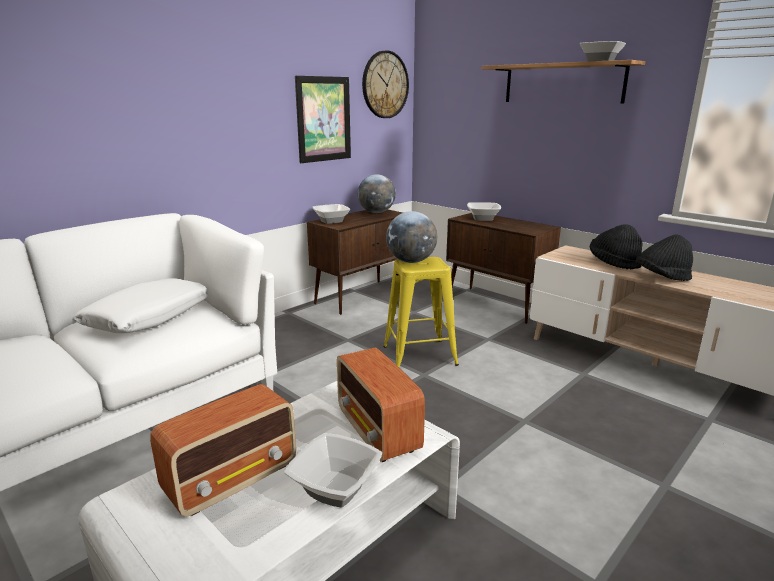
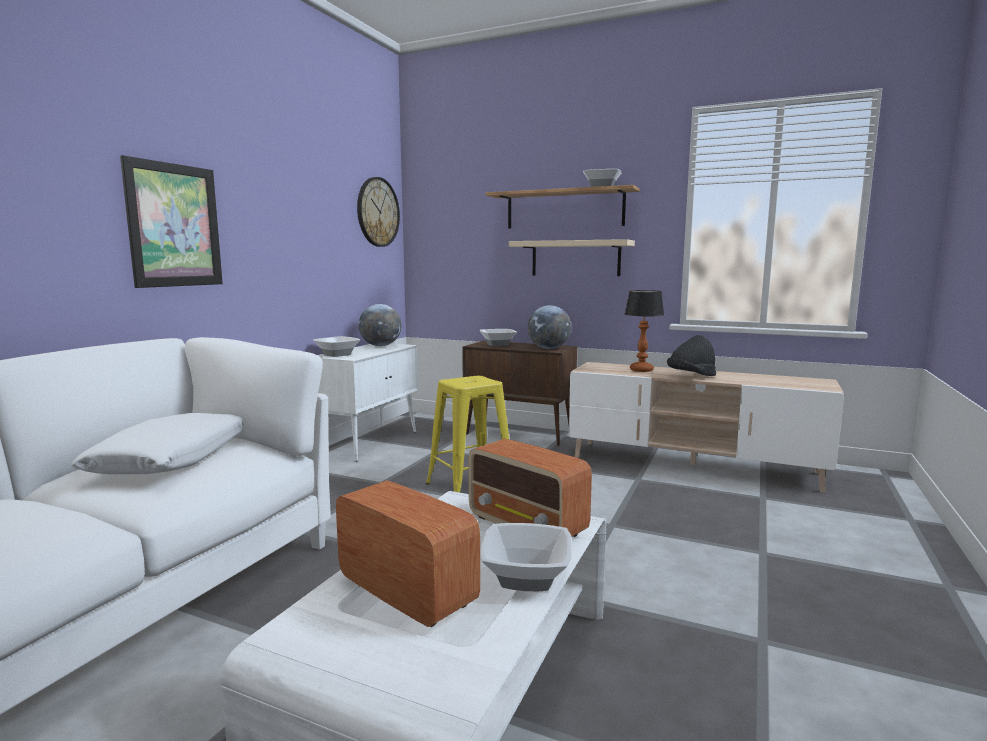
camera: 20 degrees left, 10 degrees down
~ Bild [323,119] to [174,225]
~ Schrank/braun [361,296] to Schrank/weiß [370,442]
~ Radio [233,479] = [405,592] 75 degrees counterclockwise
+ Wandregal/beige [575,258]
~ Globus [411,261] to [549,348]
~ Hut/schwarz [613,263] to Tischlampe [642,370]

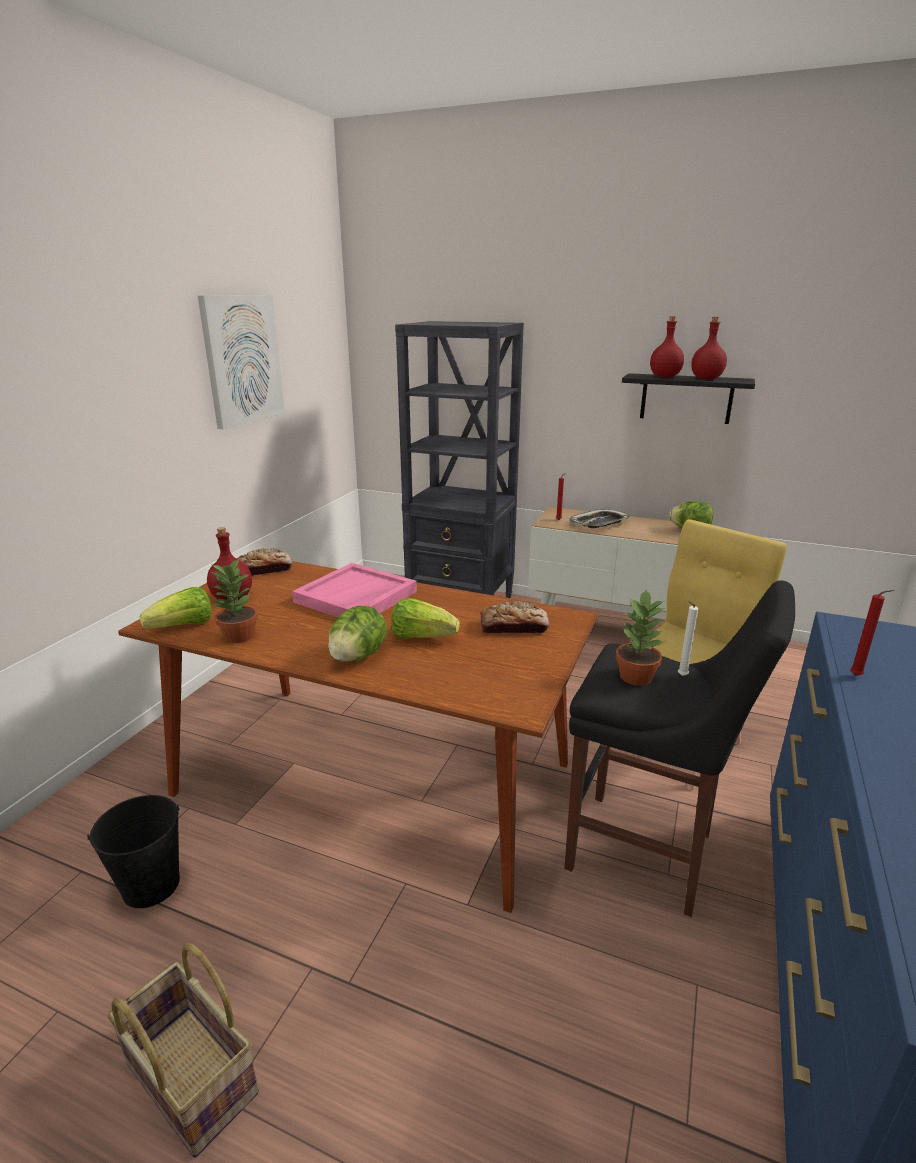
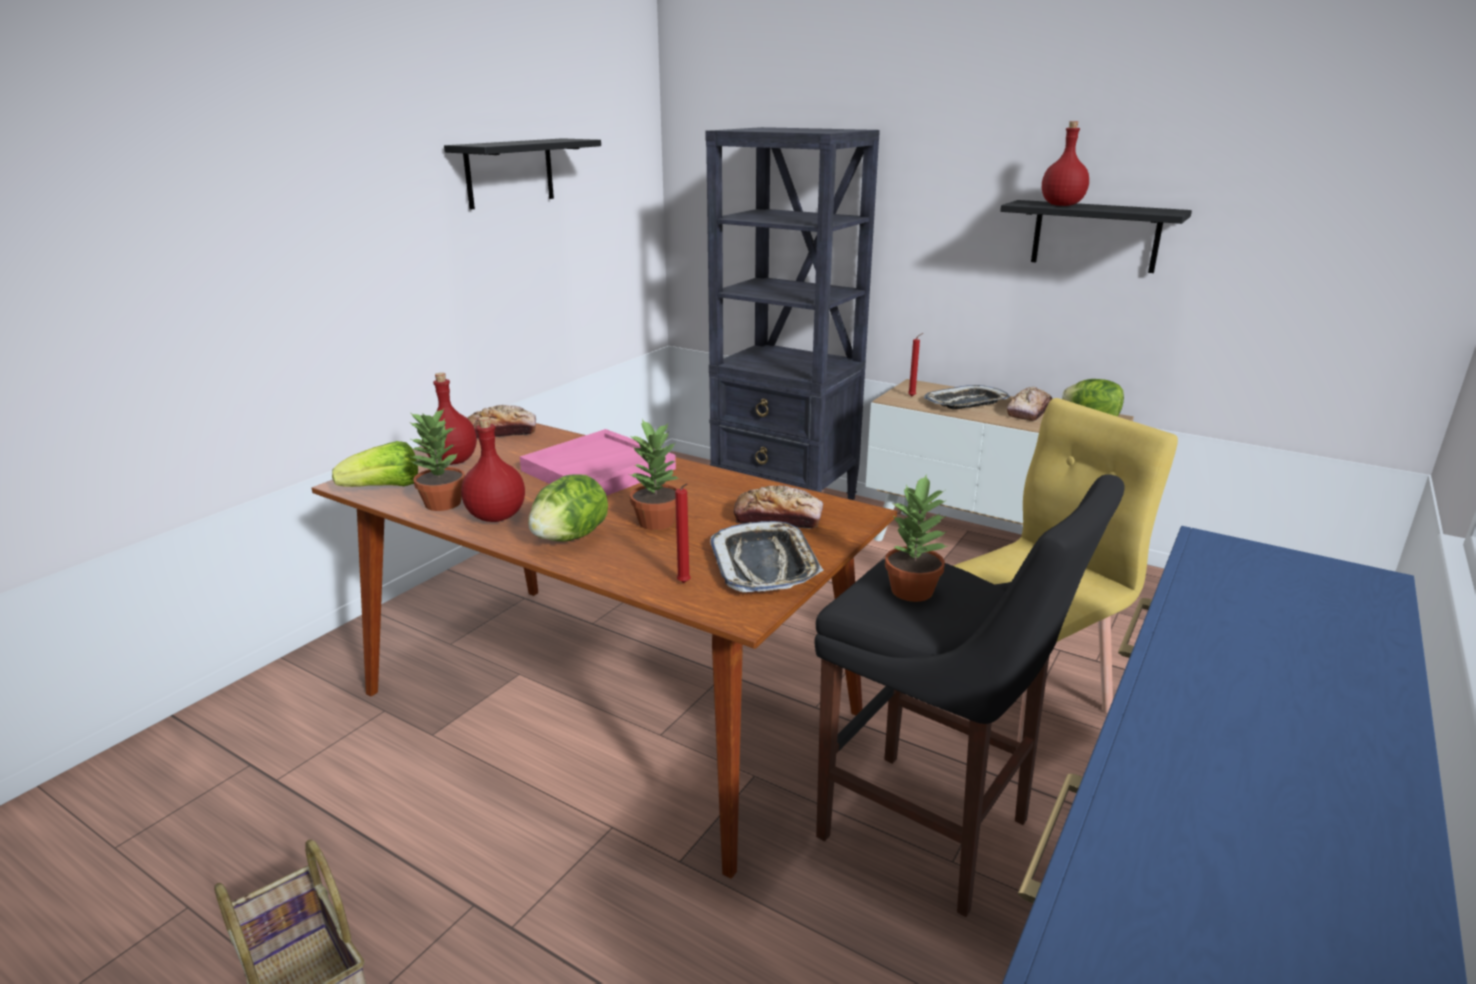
camera: 10 degrees right, 0 degrees up
~ Bild [242,360] to Wandregal/schwarz [510,173]
~ Flasche/rot [705,379] to [496,516]
~ Salatkopf [421,637] to Topfpflanze [657,521]
~ Kerze/rot [857,676] to [684,584]
+ Tablett [765,565]
+ Brot [1029,412]
- Eimer/schwarz [151,885]
- Kerze/weiß [681,676]

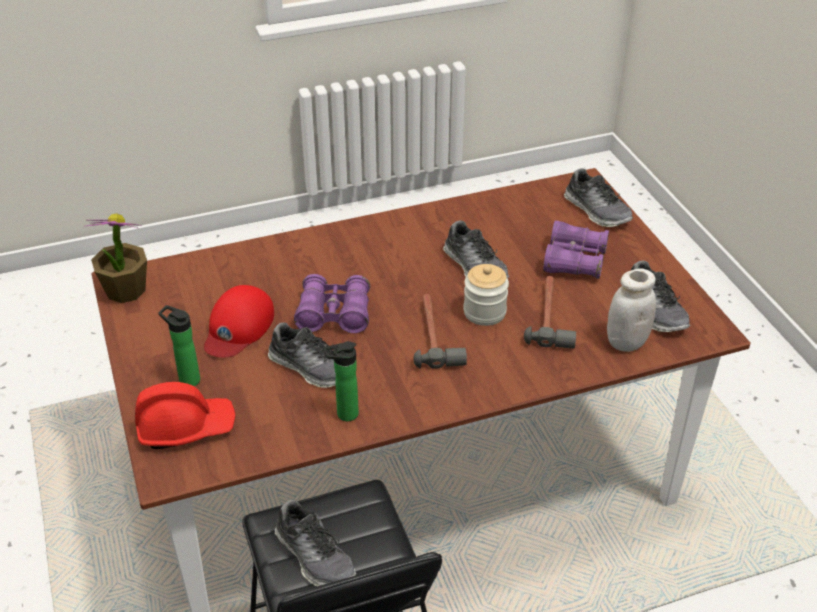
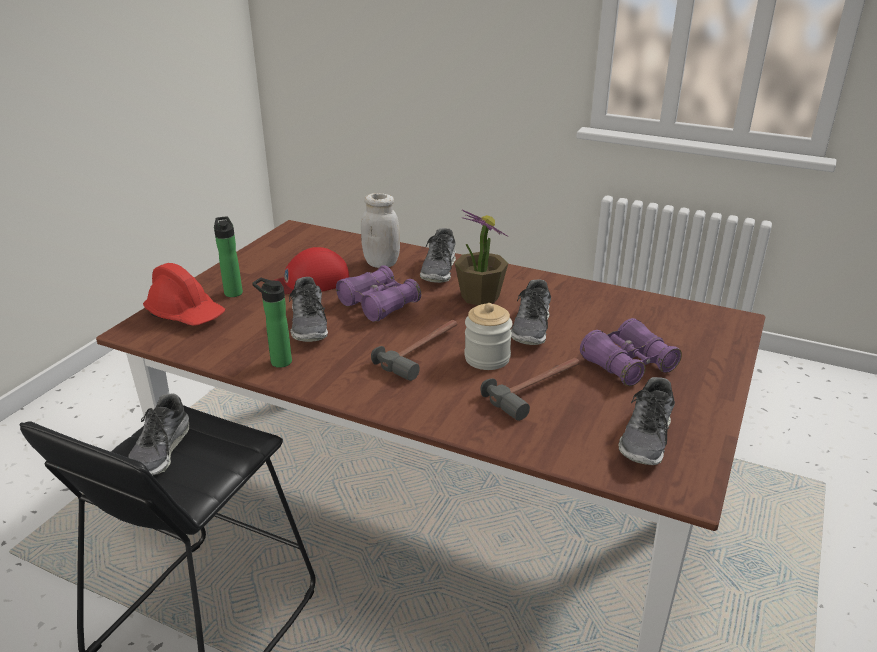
camera: 45 degrees right, 10 degrees down
~ Vorratsglas/weiß [626,342] to [381,263]
~ Schuh [597,211] to [439,269]
~ Topfpflanze [125,290] to [479,296]

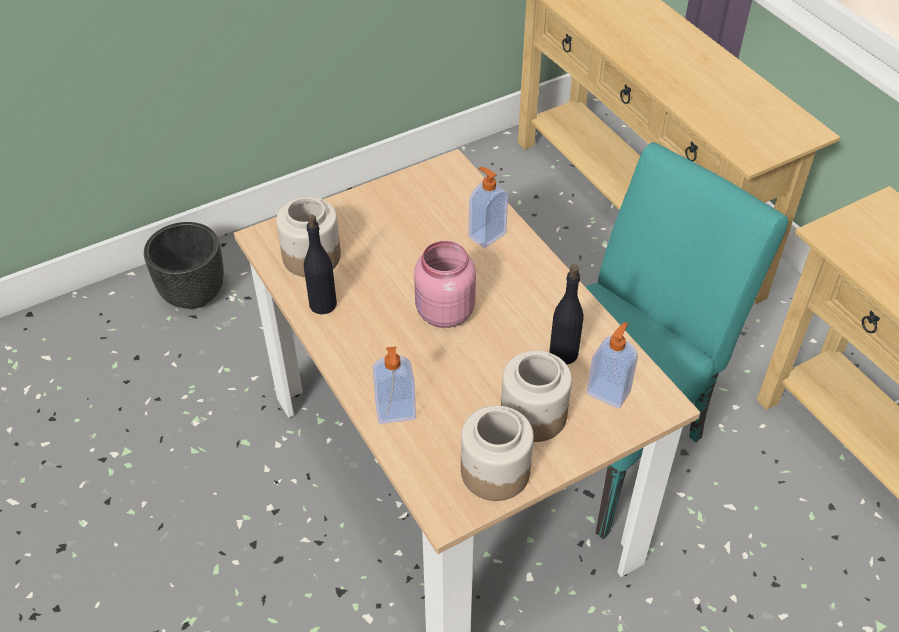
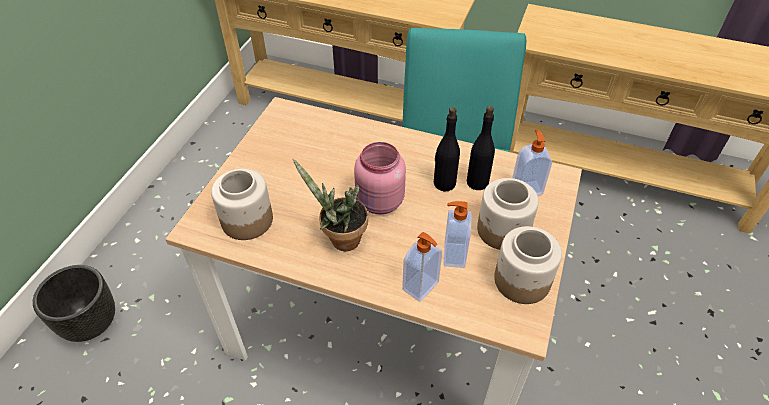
camera: 40 degrees left, 0 degrees up
+ Topfpflanze [340,240]
~ Flasche/schwarz [322,304] to [444,183]
~ Seifenspender [486,235] to [453,255]

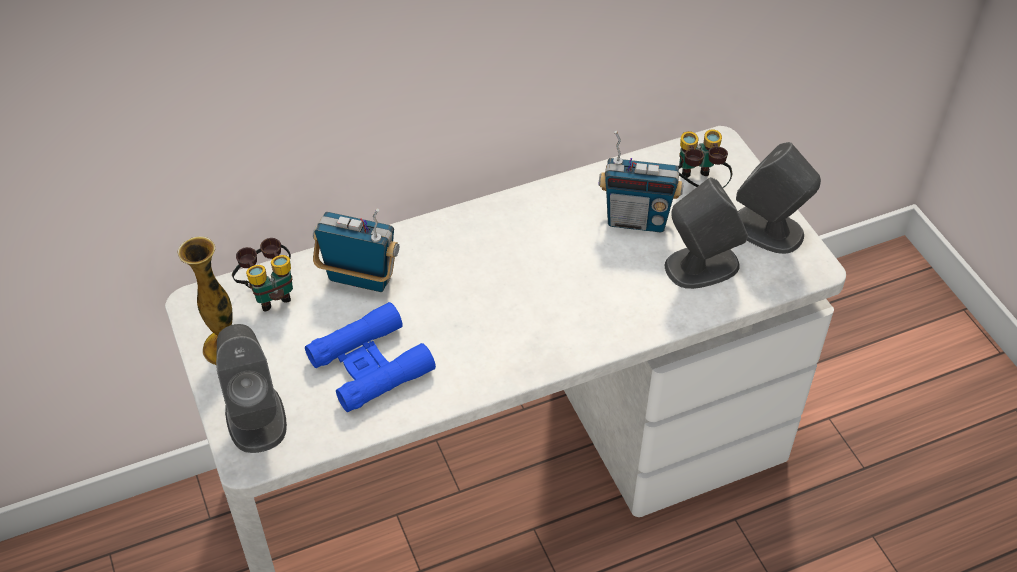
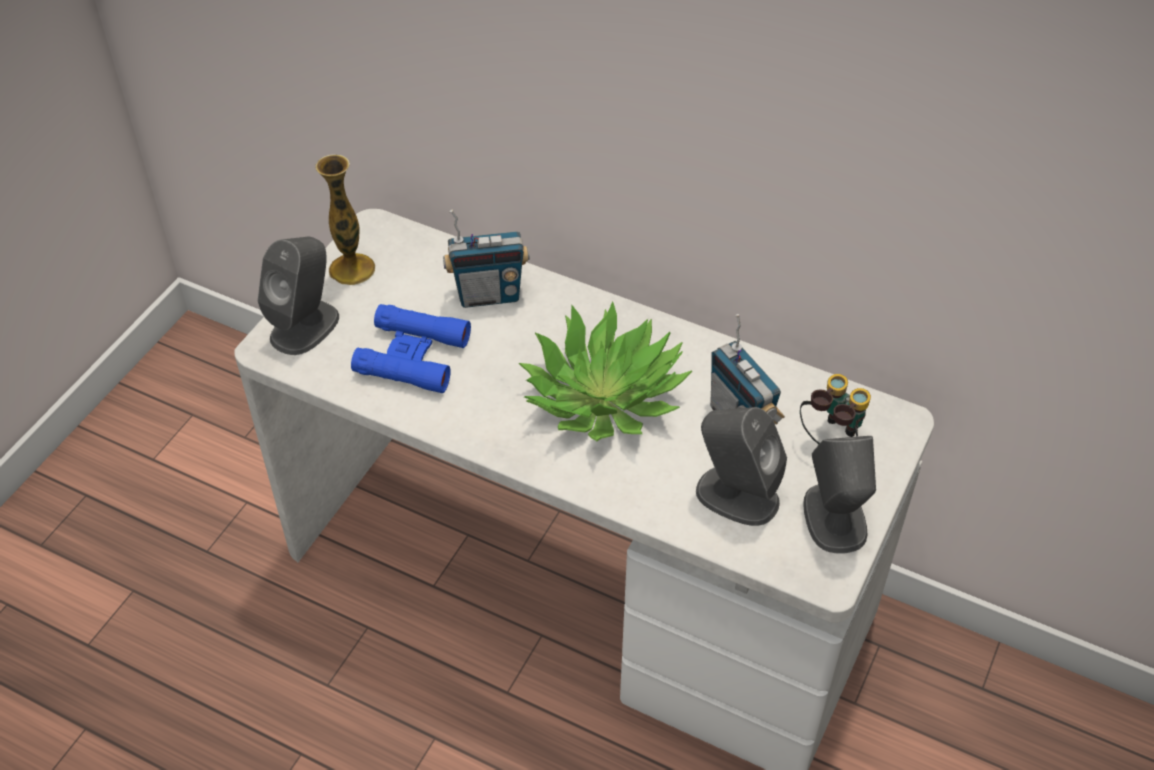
camera: 50 degrees right, 0 degrees up
~ Radio [360,279] = [488,295] 105 degrees clockwise
+ Topfpflanze [603,395]
- Fernglas [270,293]

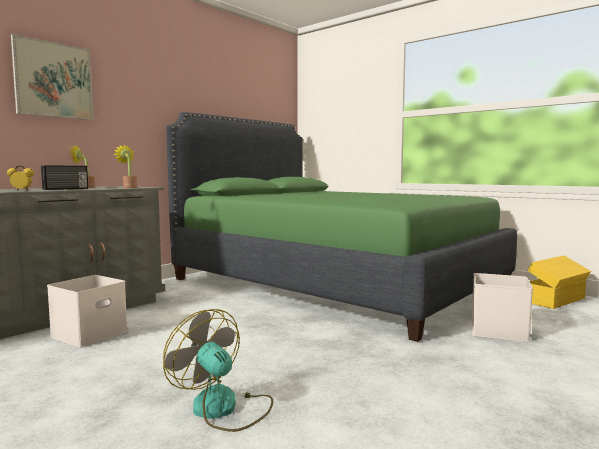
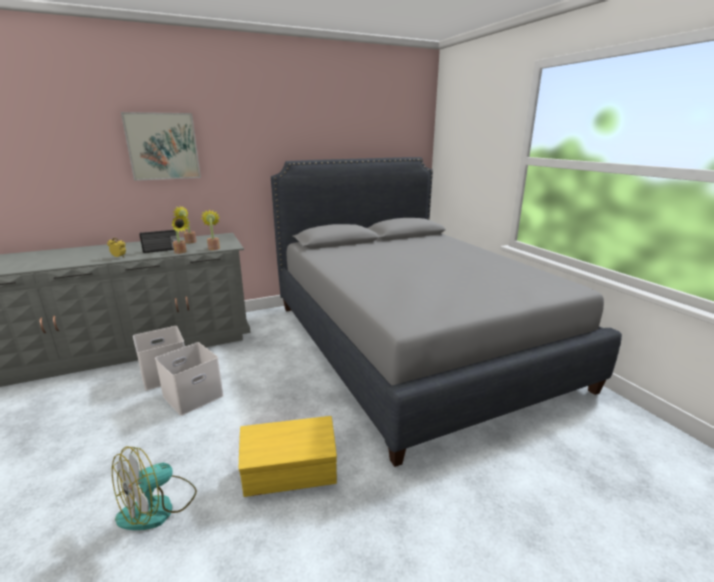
camera: 25 degrees right, 15 degrees up
~ Ventilator [223,409] = [158,506] 120 degrees counterclockwise
~ Aufbewahrungsbox/weiß [497,329] to [193,395]
+ Topfpflanze [181,252]
~ Aufbewahrungsbox/gelb [555,300] to [291,475]
~ Bett/grün [335,282] to Bett/grau [412,342]

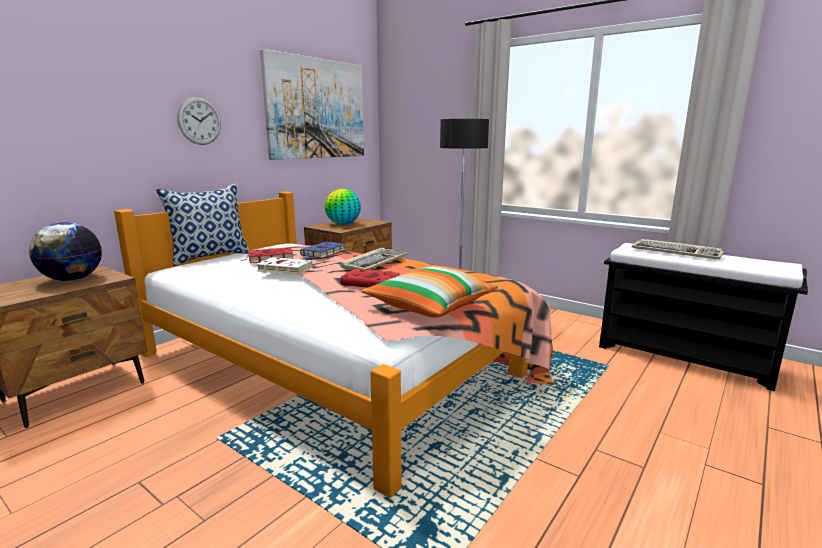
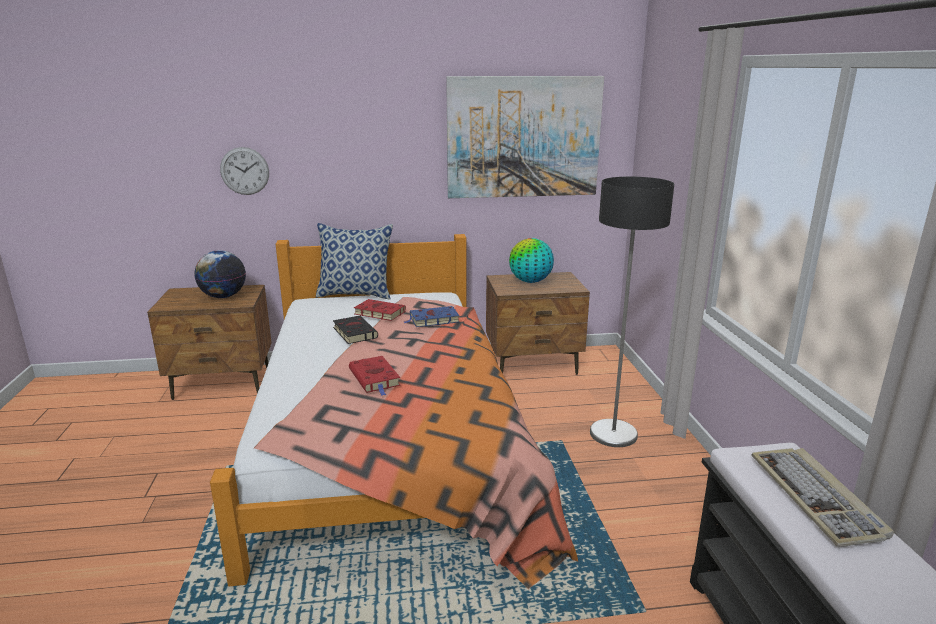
camera: 45 degrees right, 5 degrees up
~ Wanduhr [199,121] to [244,171]
~ Buch/weiß [283,269] to Buch/schwarz [354,332]
- Tastatur [374,262]
- Kissen [430,306]

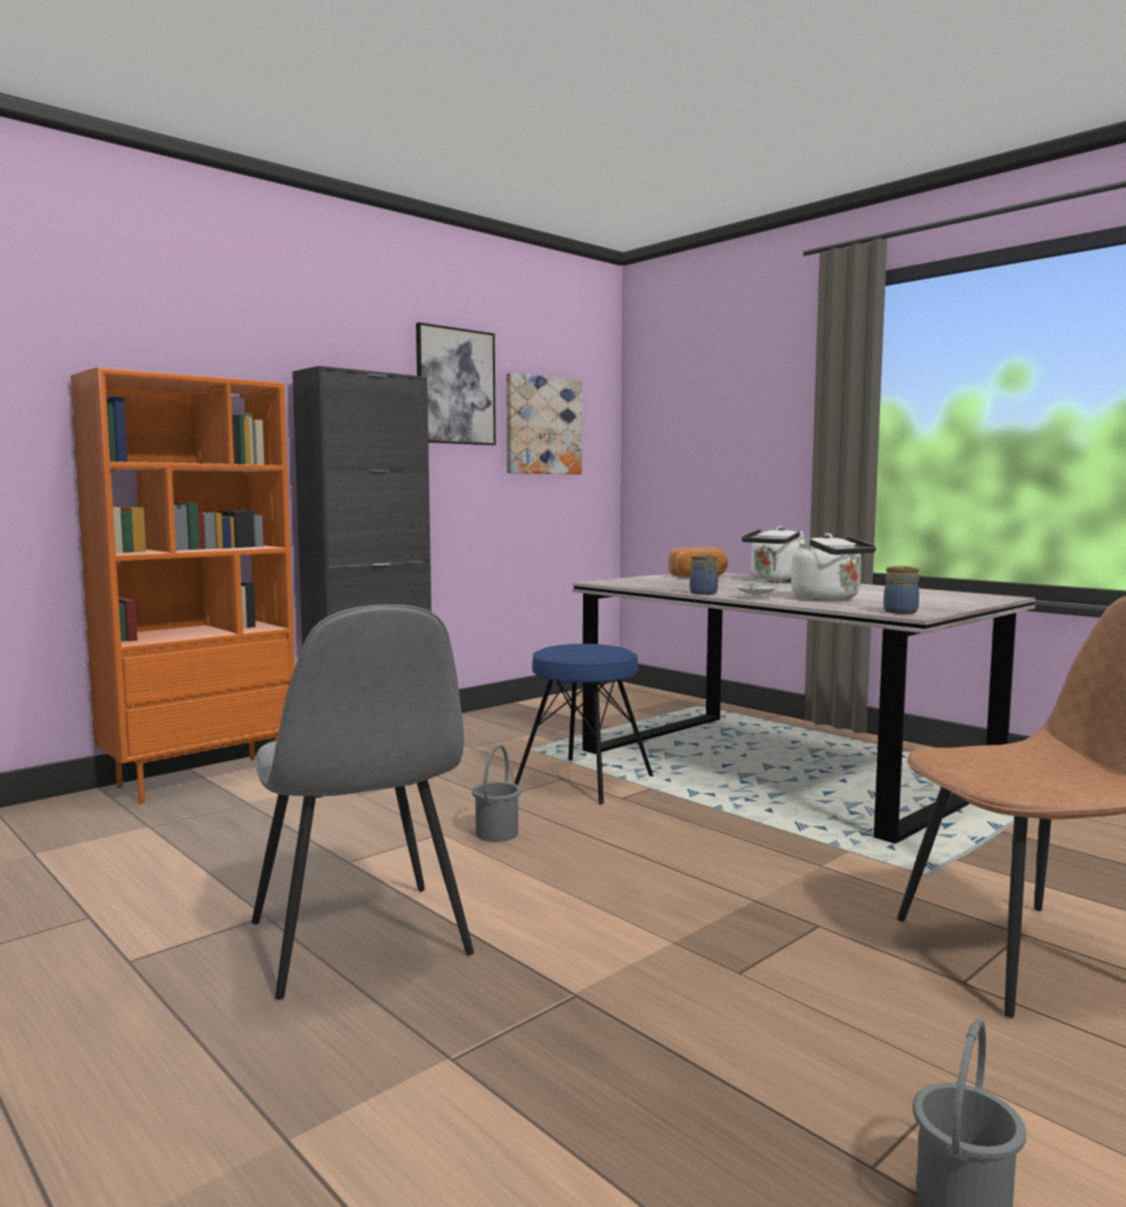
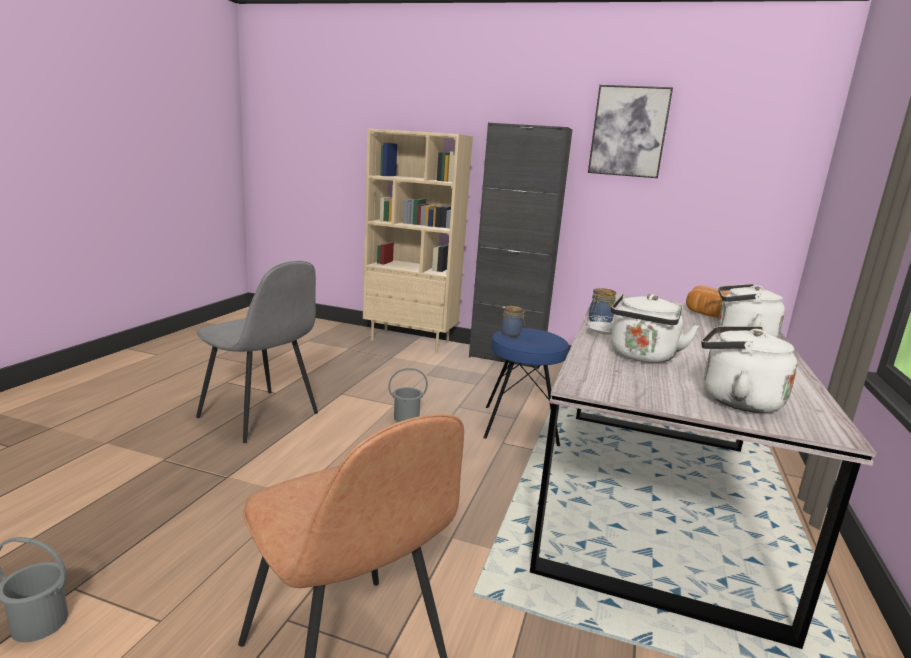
camera: 60 degrees right, 10 degrees up
~ Stuhl/grau [360,941] = [260,416] 90 degrees counterclockwise
~ Bücherregal/orange [201,779] to Bücherregal/beige [411,341]
~ Vorratsglas [901,612] to [511,334]
+ Wasserkessel/weiß [734,400]
- Bild [542,425]

